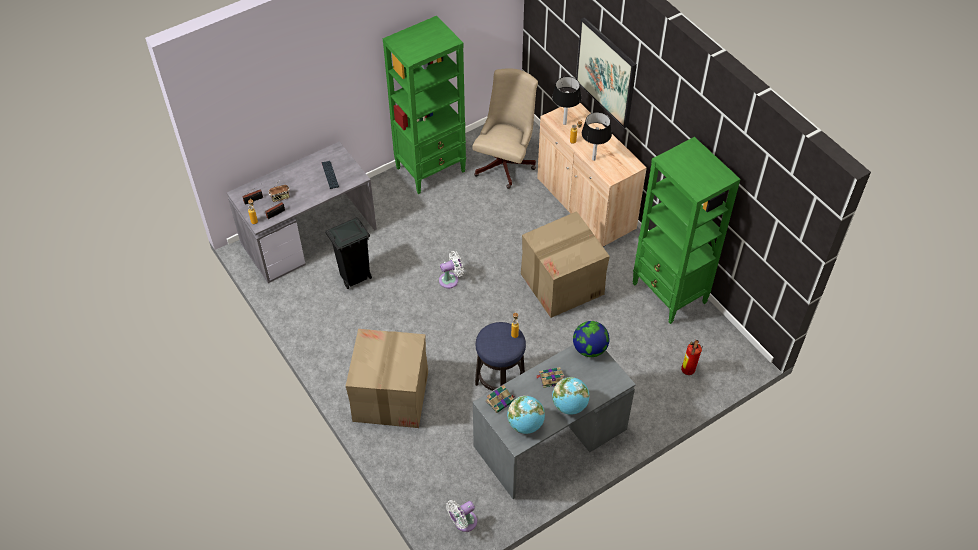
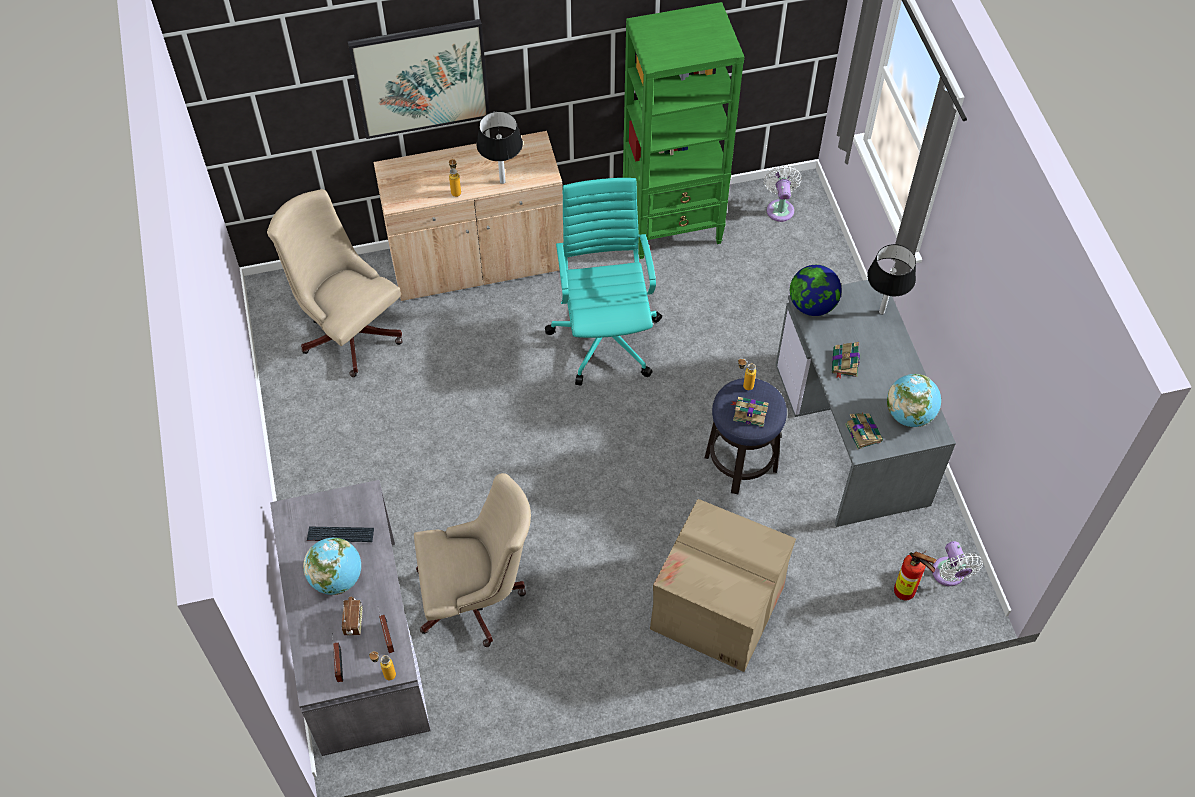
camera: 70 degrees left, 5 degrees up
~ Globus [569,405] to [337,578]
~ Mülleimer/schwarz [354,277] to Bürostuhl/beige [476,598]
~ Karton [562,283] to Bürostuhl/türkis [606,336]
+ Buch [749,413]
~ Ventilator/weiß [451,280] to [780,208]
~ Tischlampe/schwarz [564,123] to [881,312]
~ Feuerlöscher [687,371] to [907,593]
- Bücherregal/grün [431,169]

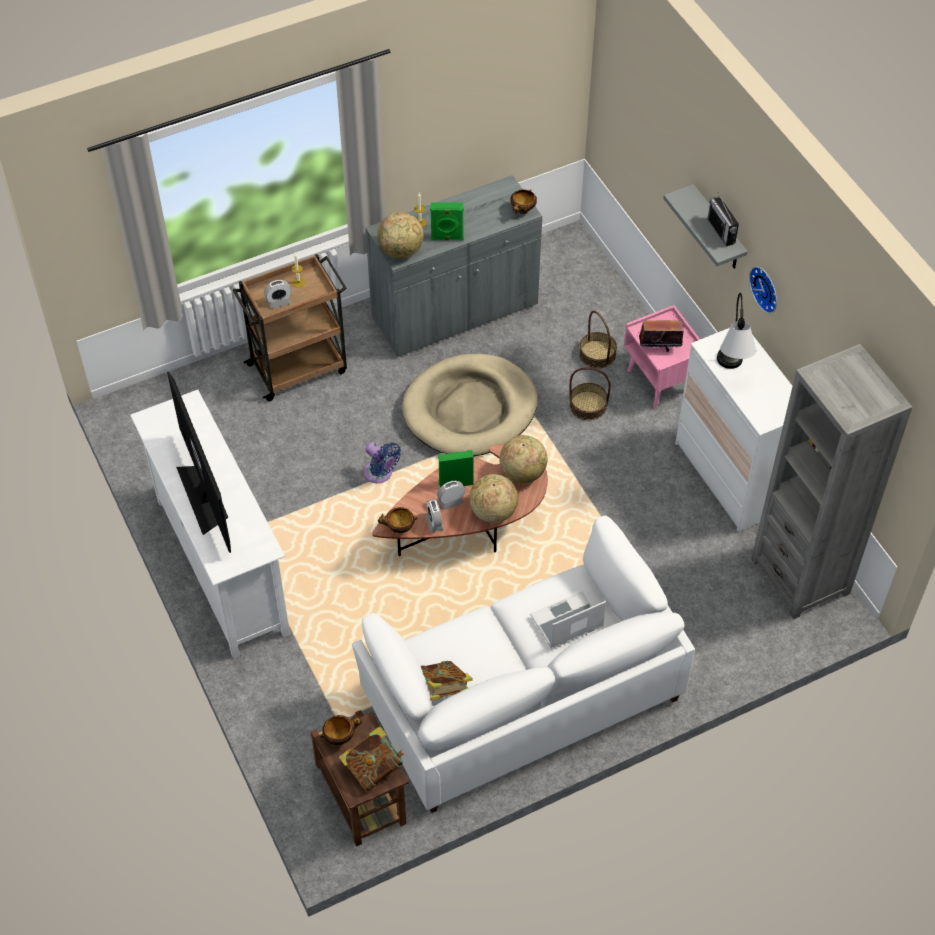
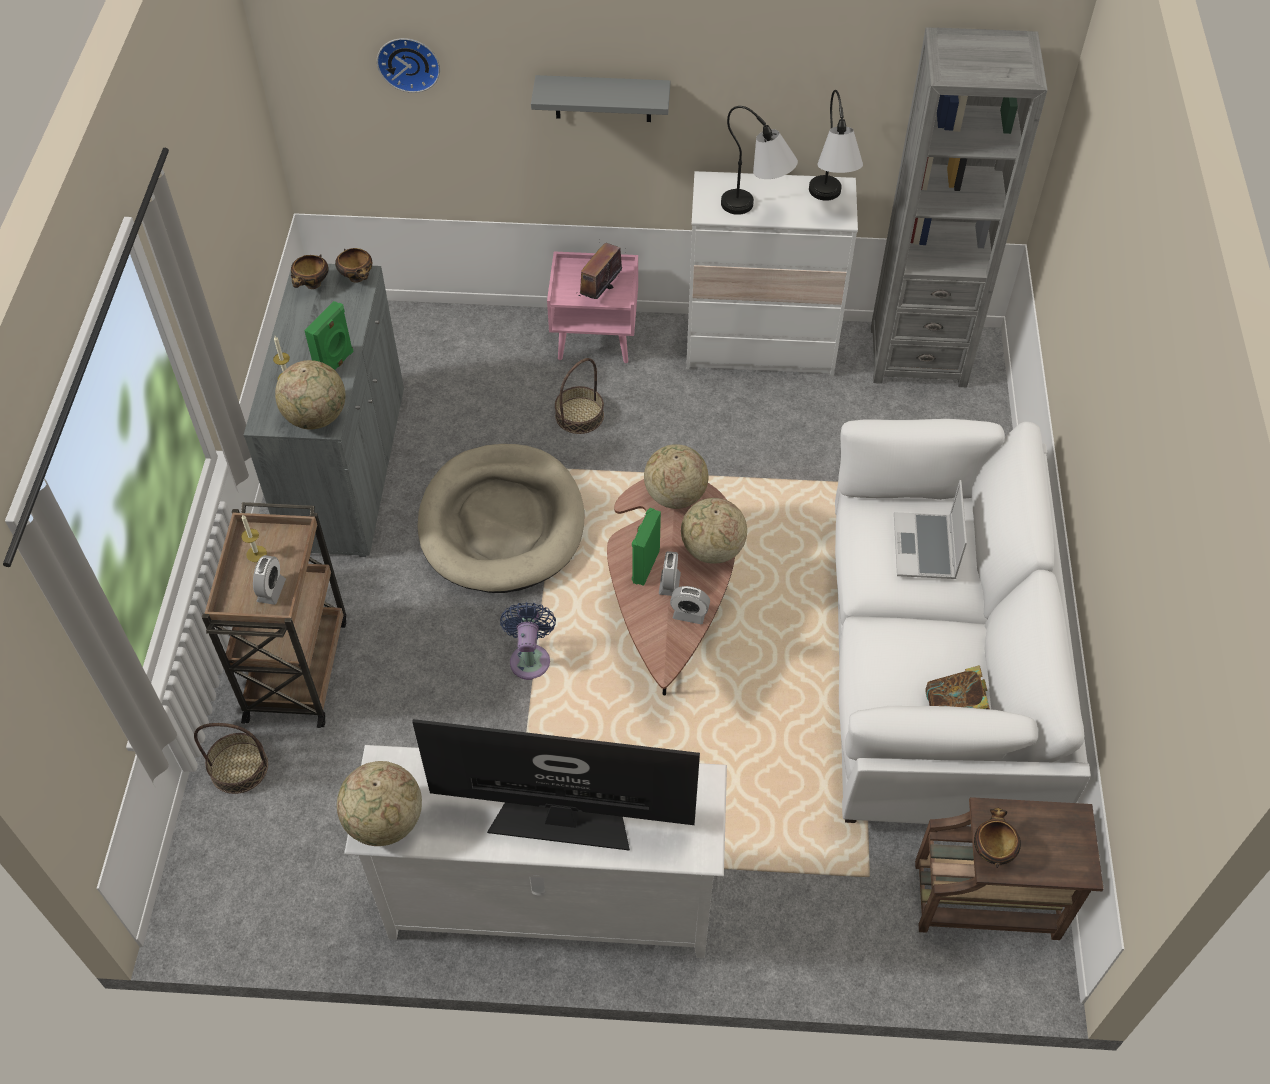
camera: 60 degrees left, 0 degrees up
~ Korb [597,354] to [239,767]
~ Schüssel [399,529] to [312,285]
+ Globus [385,822]
~ Wanduhr [766,288] to [409,62]
~ Ventilator/blau [380,474] = [530,658] 75 degrees counterclockwise
+ Tischlampe [829,204]
- Buch [373,767]
- Radio [721,231]

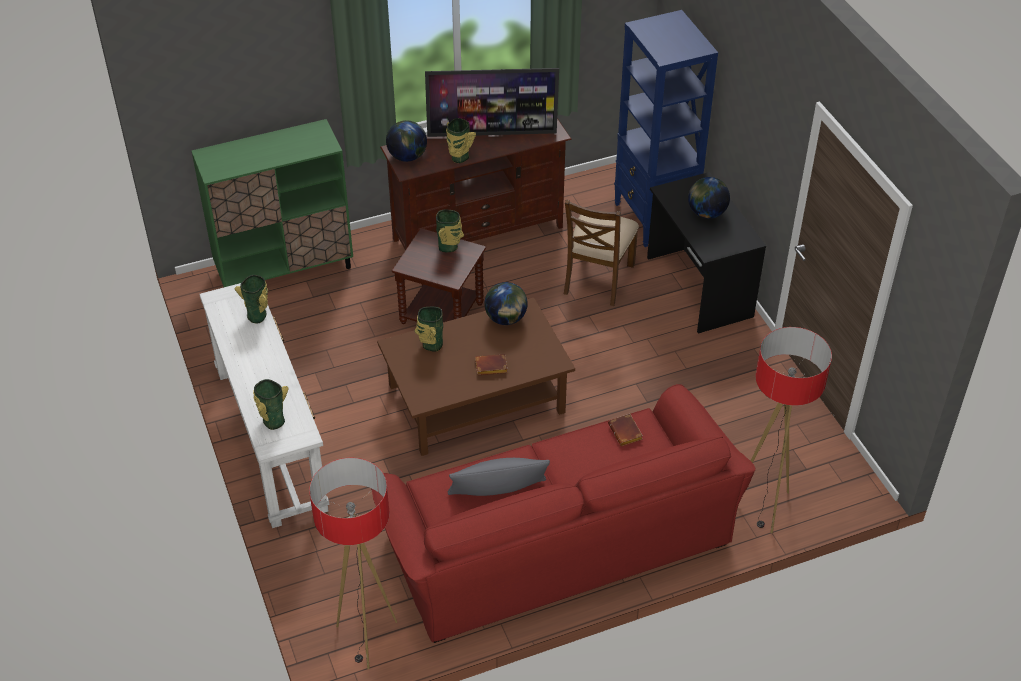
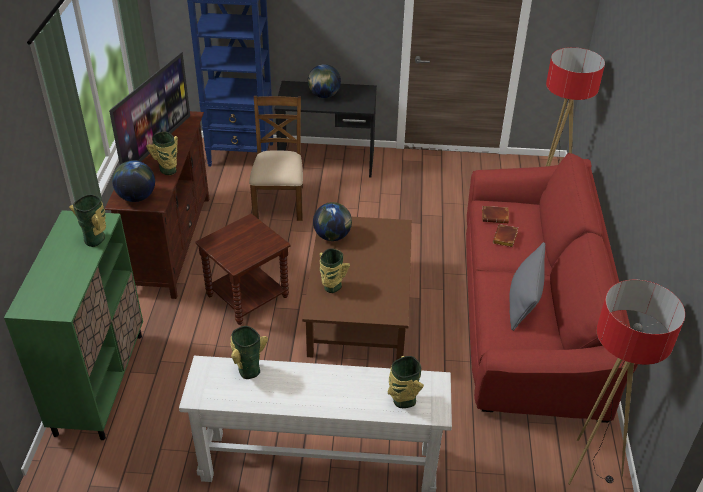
camera: 65 degrees left, 5 degrees down
~ Vase [449,247] to [96,238]
~ Stuhl/braun [597,279] = [279,202] 135 degrees counterclockwise
~ Buch/braun [490,368] to [506,238]

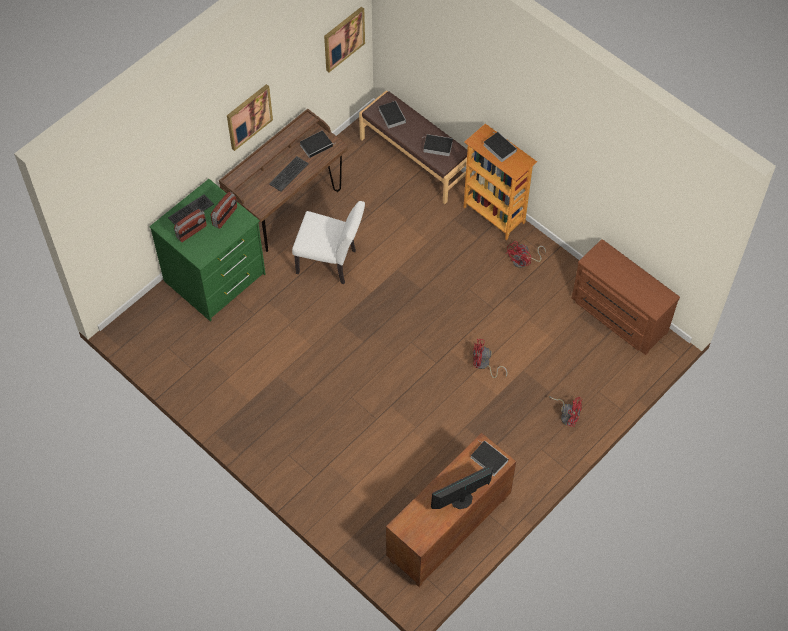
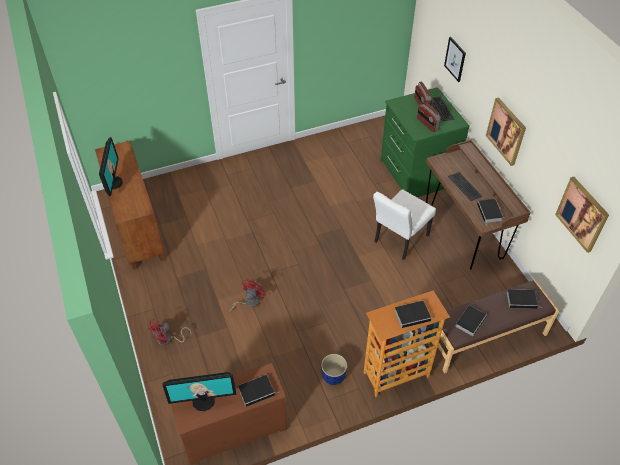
camera: 115 degrees right, 10 degrees down
+ Monitor [203,401]
~ Buch [488,459] to [257,391]
~ Ventilator/rot [523,261] to Pflanzkübel/blau [333,376]
+ Bild [455,59]

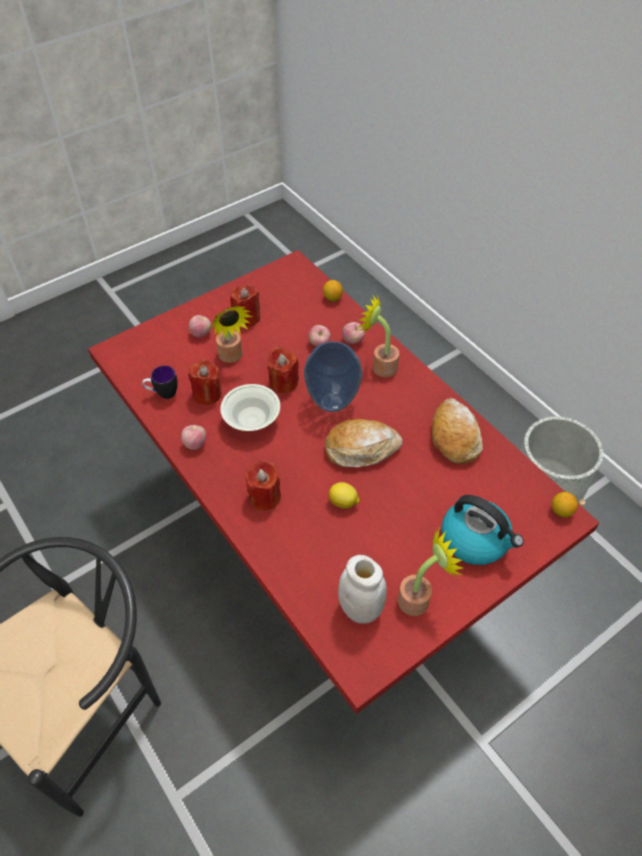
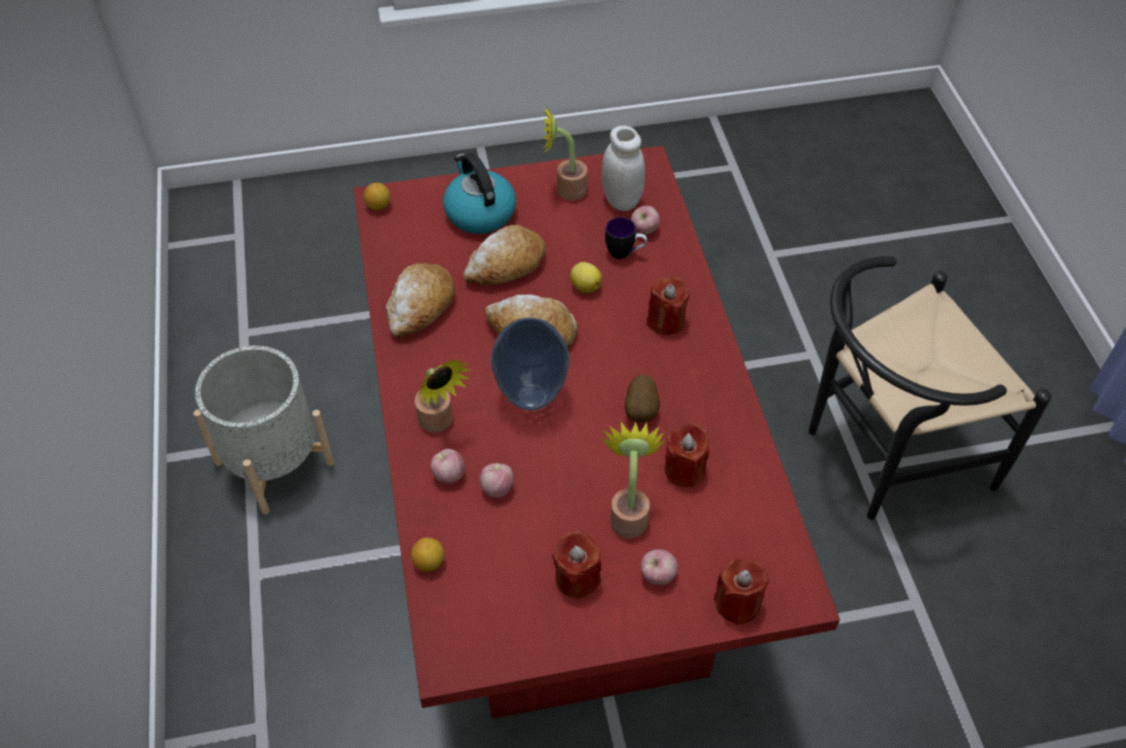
camera: 155 degrees left, 0 degrees up
+ Brot [506,266]
~ Henkelbecher [163,394] to [625,253]
~ Schüssel/weiß [252,421] to Kartoffel [641,411]
~ Apfel [195,443] to [644,230]
~ Kerze/rot [283,382] to [737,603]

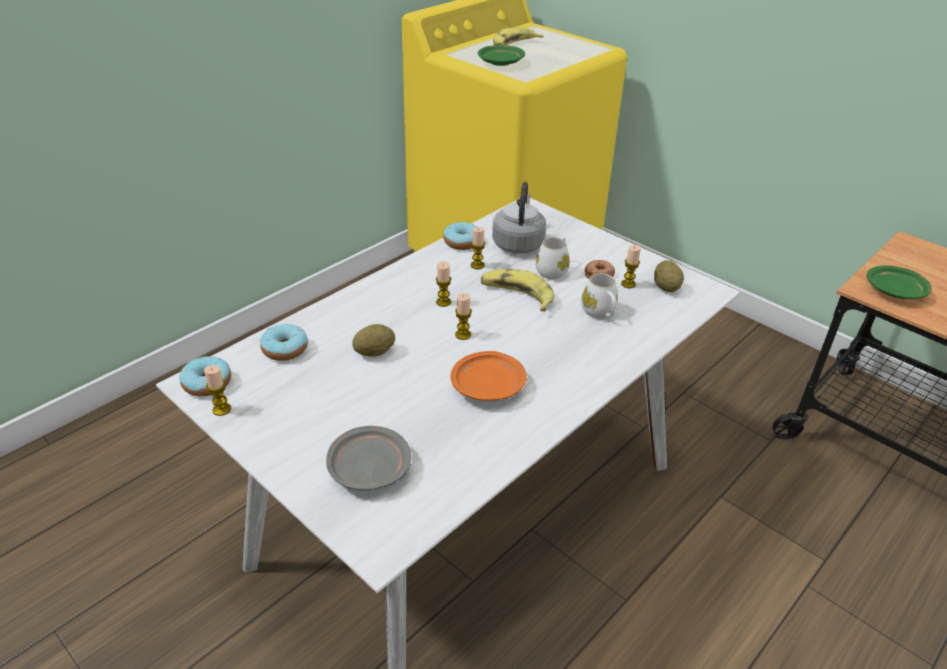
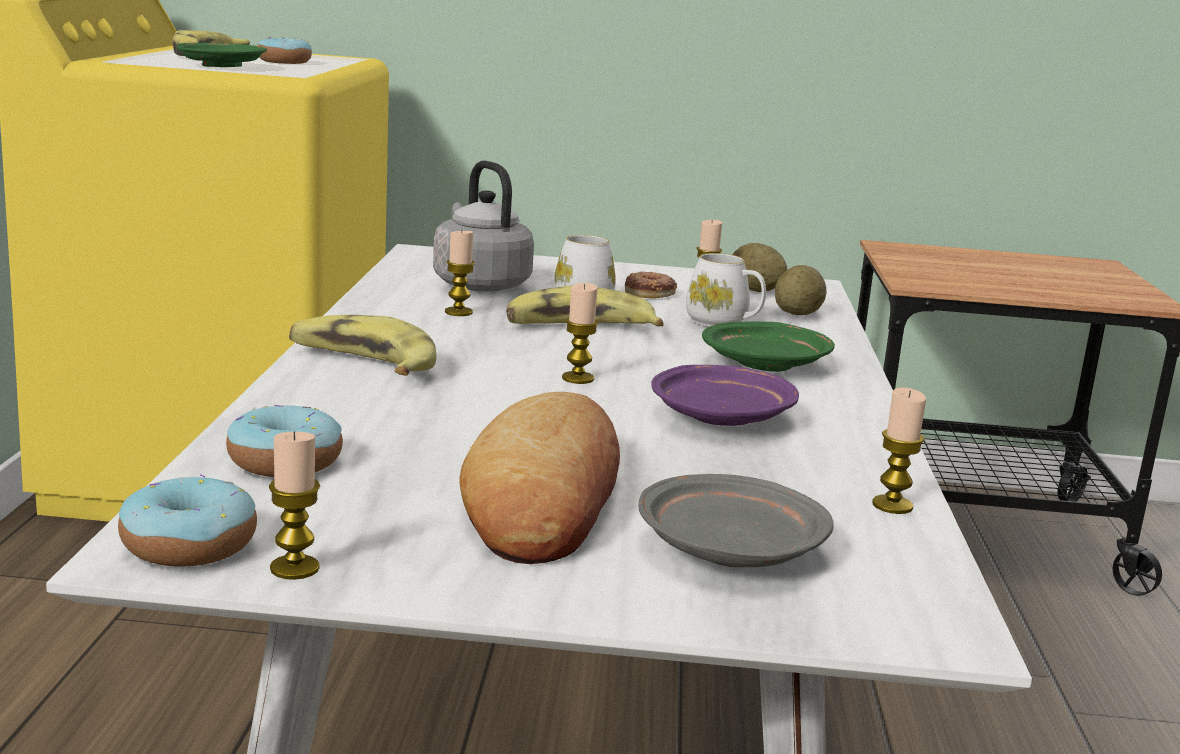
camera: 40 degrees left, 20 degrees down
~ Donut [462,242] to [284,62]
+ Banane [362,364]
+ Brot [546,496]
~ Teller/orange [489,386] to Teller/lila [722,417]
~ Teller/grün [895,291] to [766,365]
~ Kartoffel [374,352] to [797,314]
~ Kerze [443,302] to [892,505]

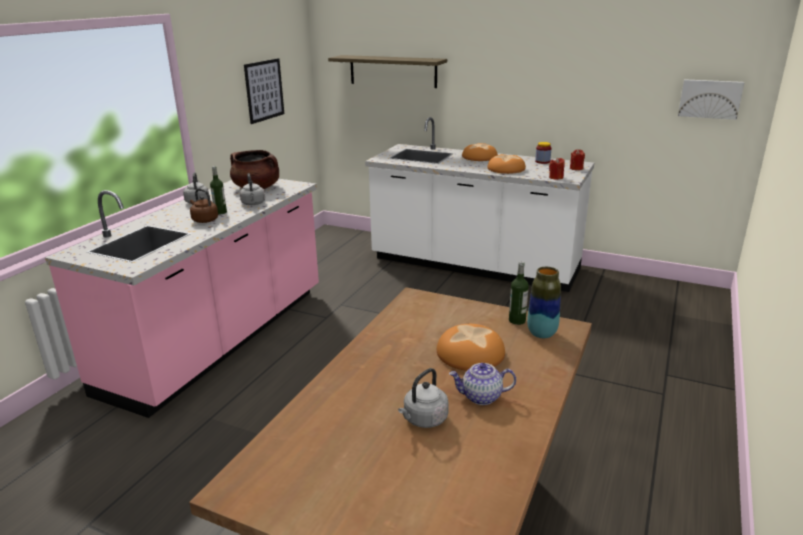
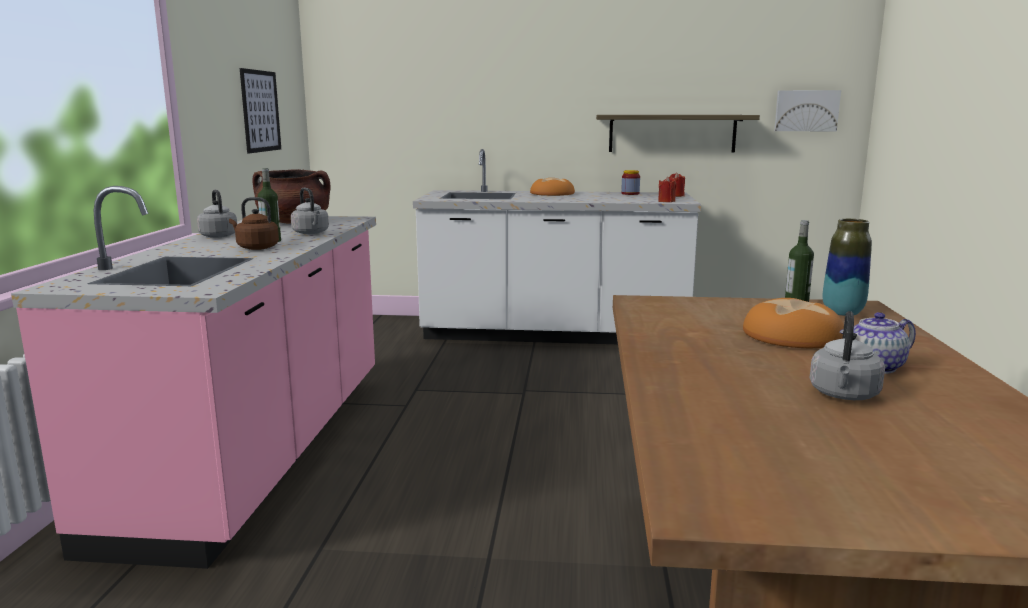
camera: 20 degrees left, 10 degrees down
~ Wandregal [392,71] to [672,133]
- Brot [506,169]

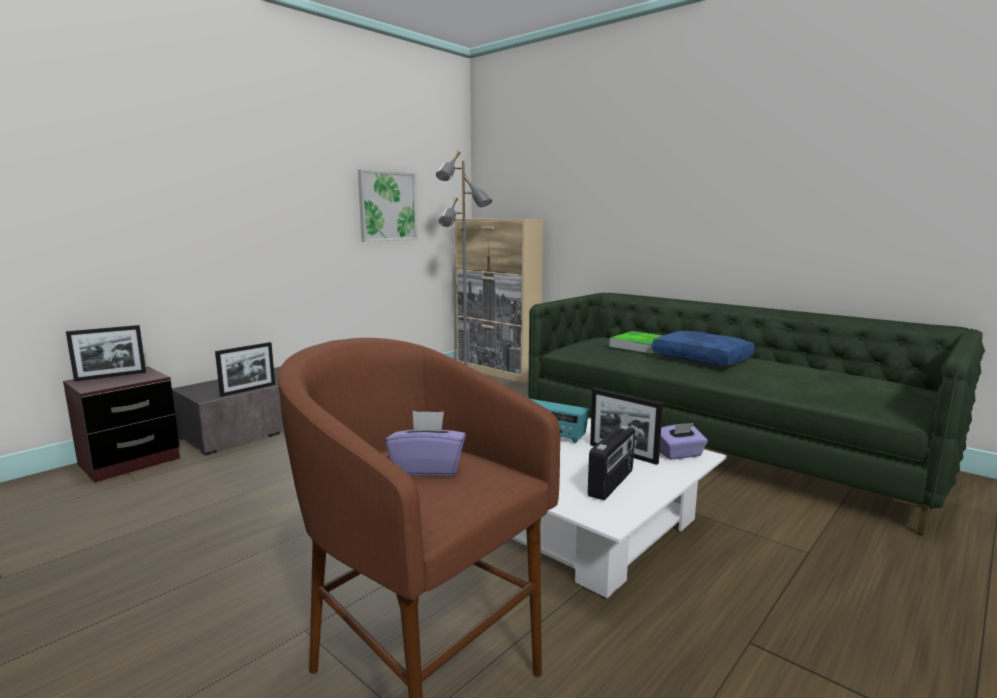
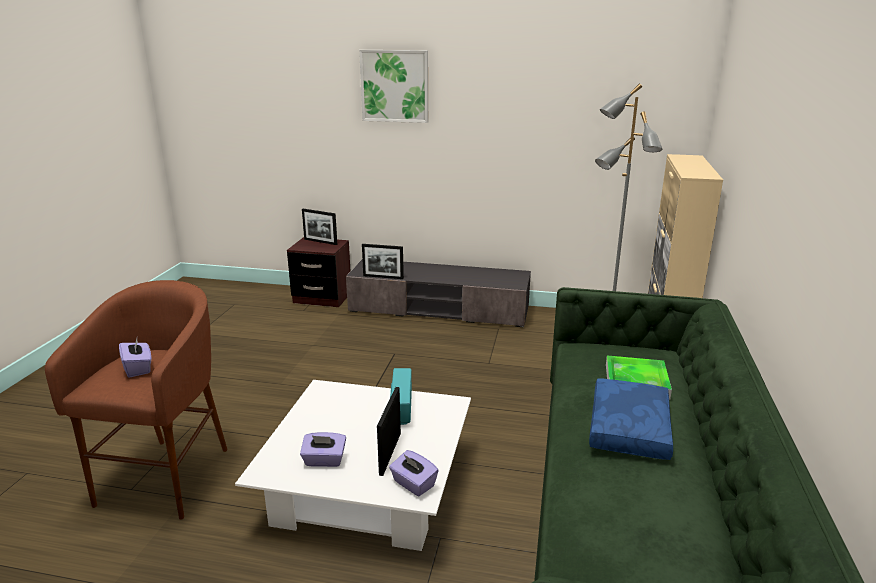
camera: 60 degrees right, 10 degrees up
~ Radio [612,483] to Taschentuchbox/lila [324,460]
~ Bild [387,206] to [395,86]

